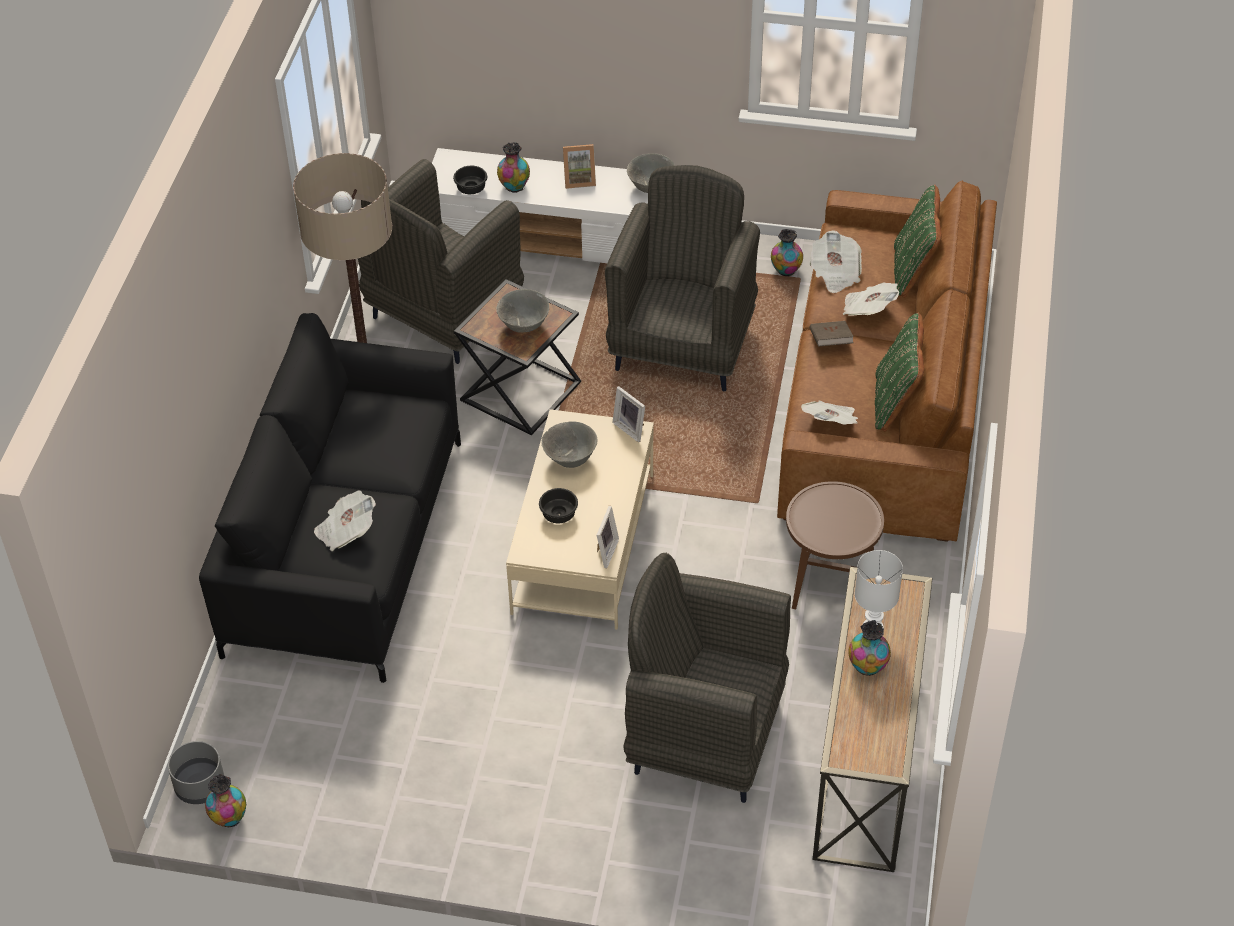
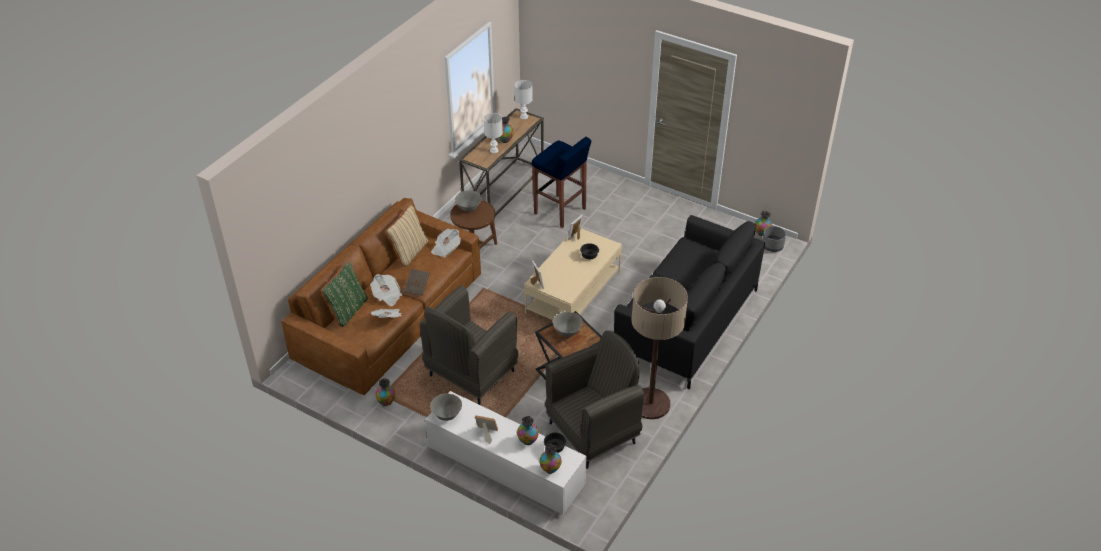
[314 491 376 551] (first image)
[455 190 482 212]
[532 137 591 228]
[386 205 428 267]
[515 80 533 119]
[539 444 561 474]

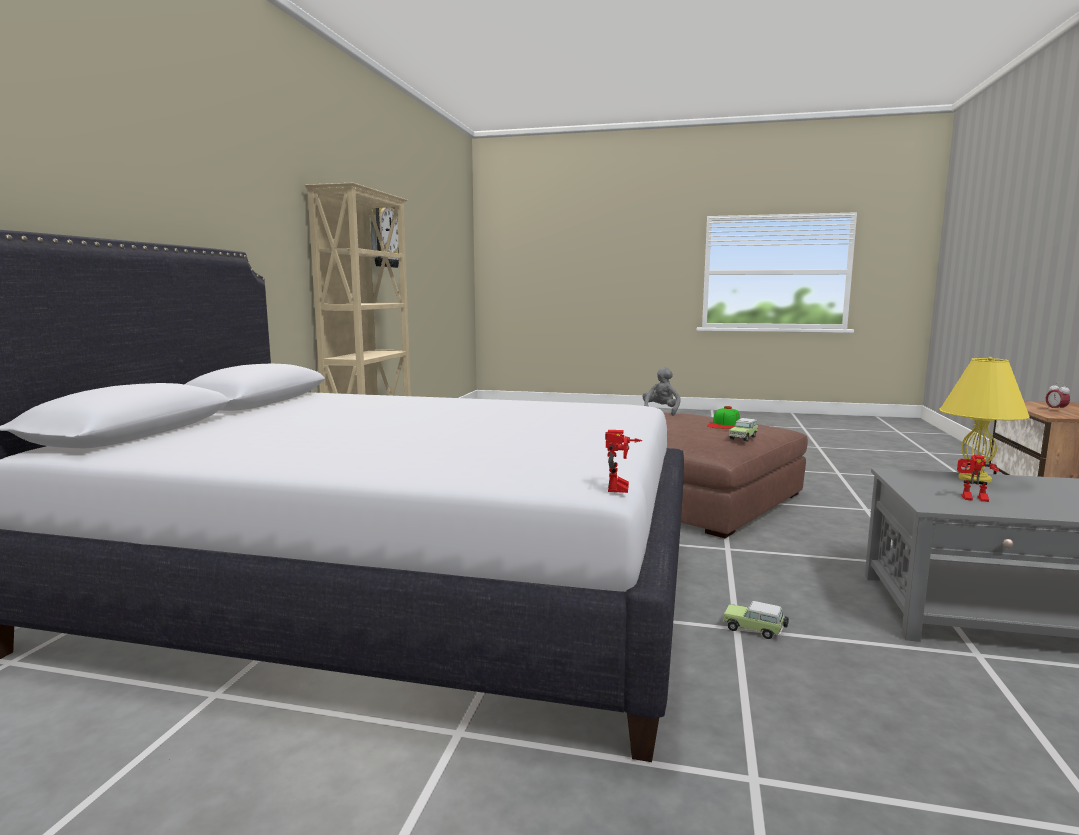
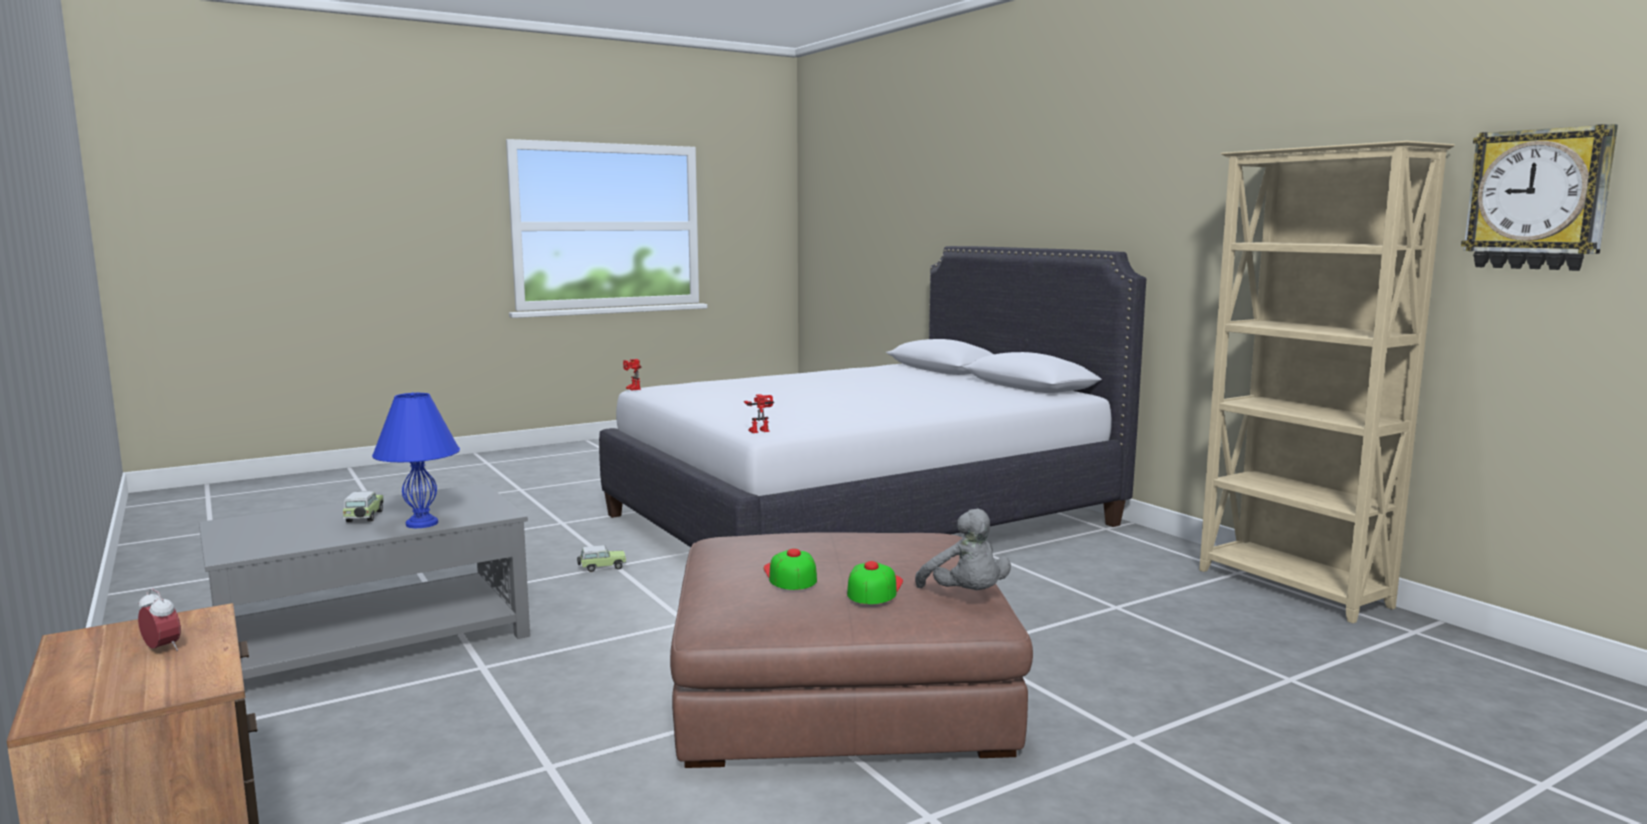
[343 491 384 522]
[372 392 460 528]
[744 394 774 433]
[847 561 903 604]

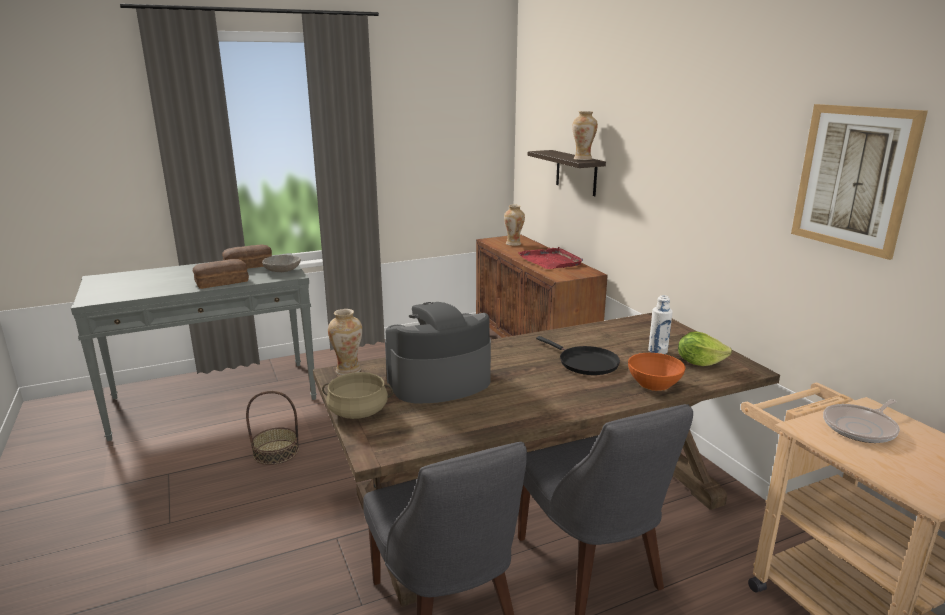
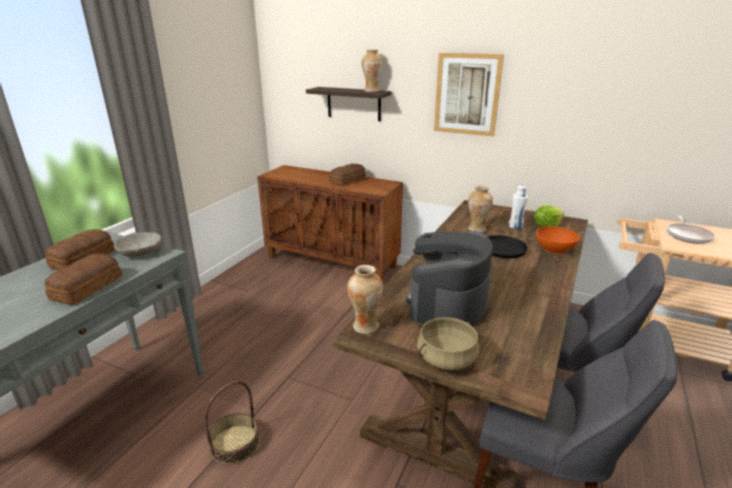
[468 185 493 232]
[329 164 366 186]
[434 53 504 137]

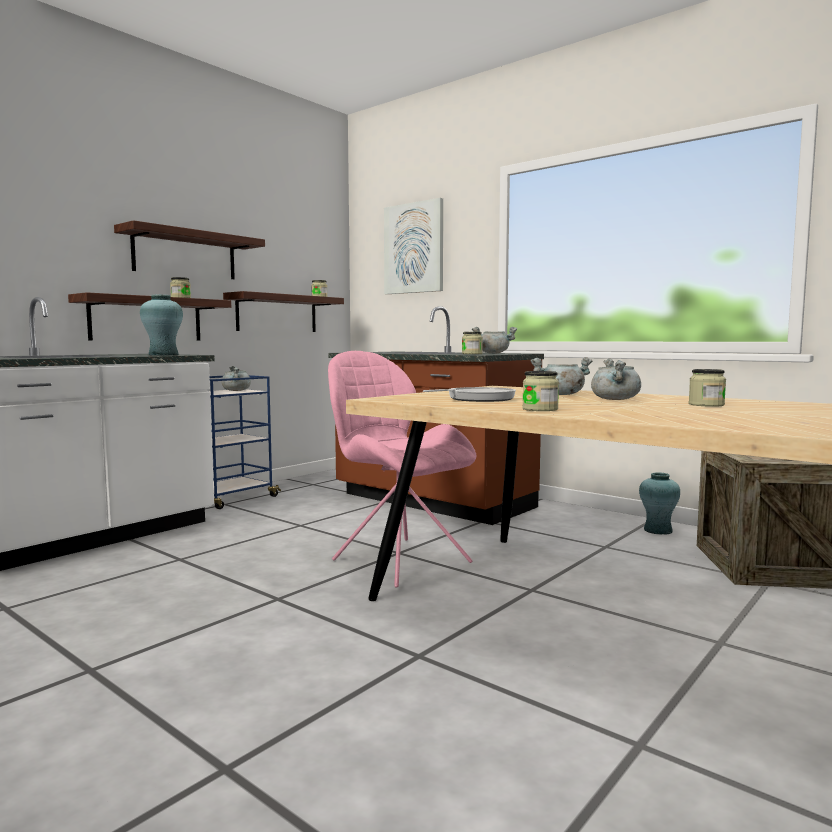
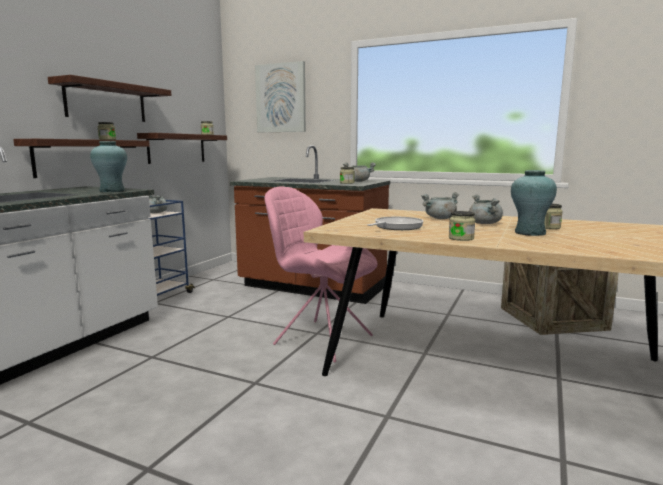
[511 170 557 236]

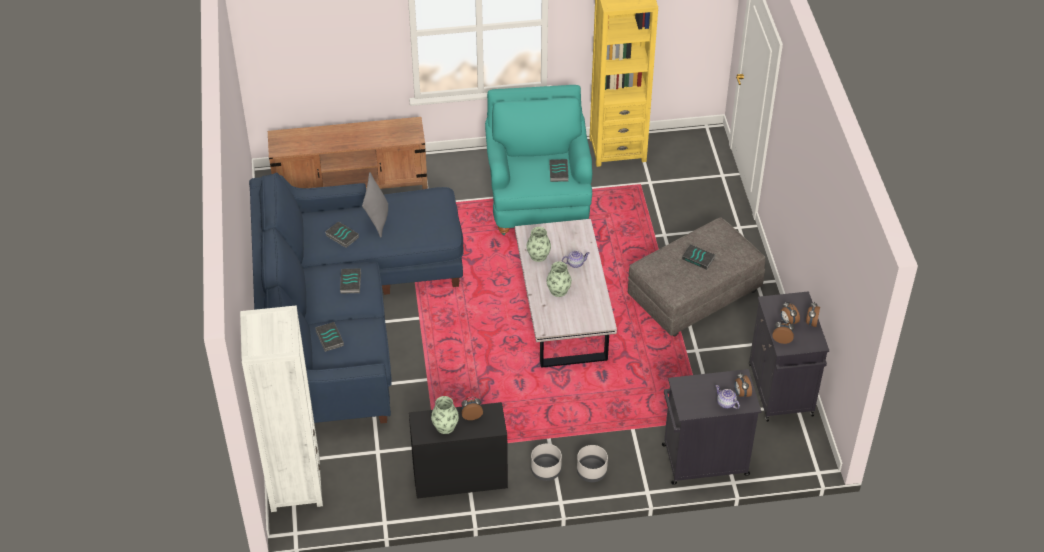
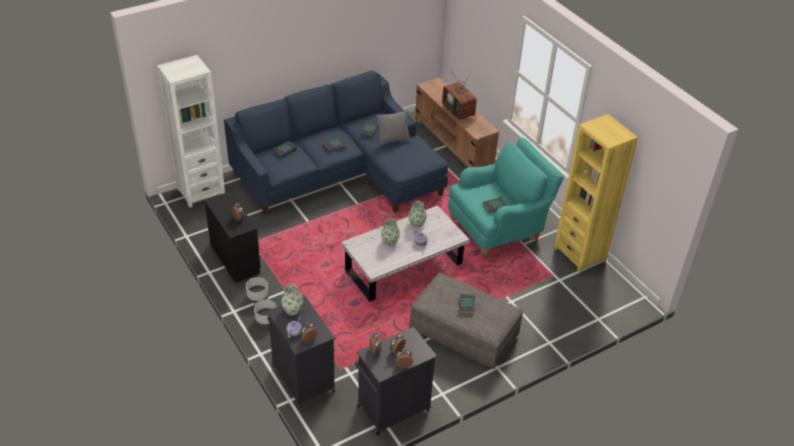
[281 285 303 315]
[442 71 477 123]

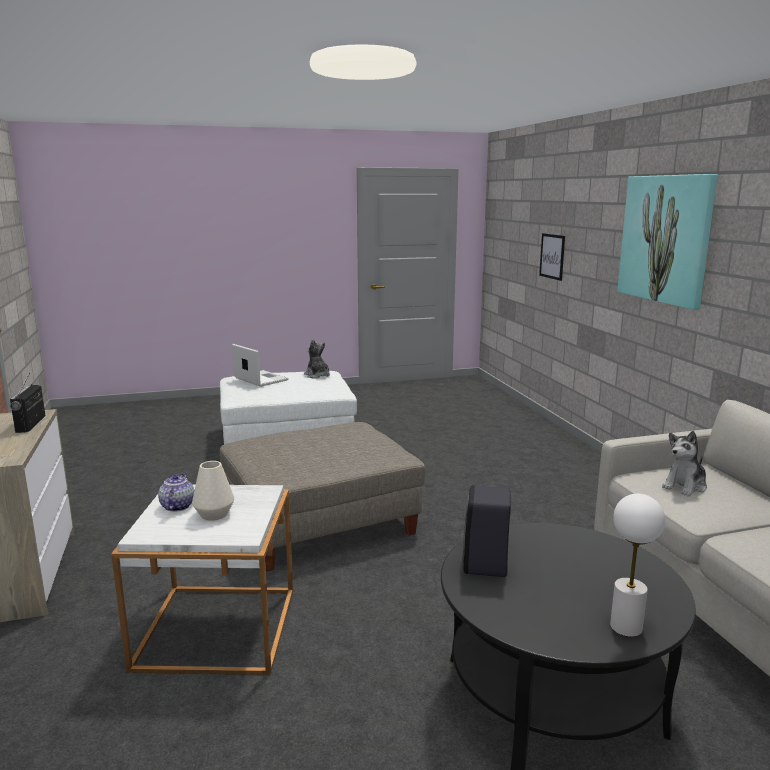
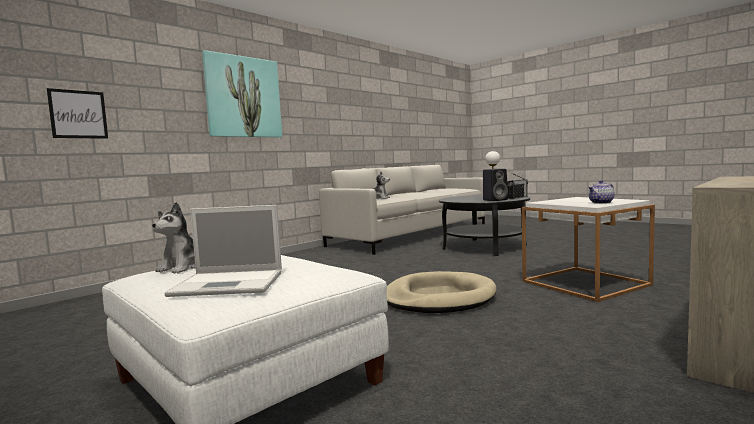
[508 173 528 199]
[192 461 234 521] (first image)
[387 271 497 313]
[164 205 282 297]

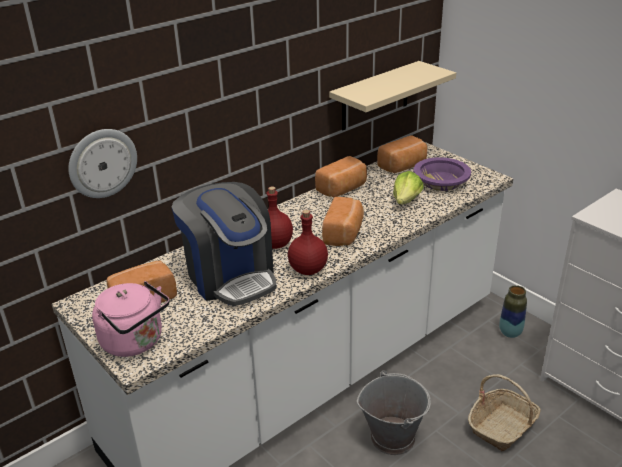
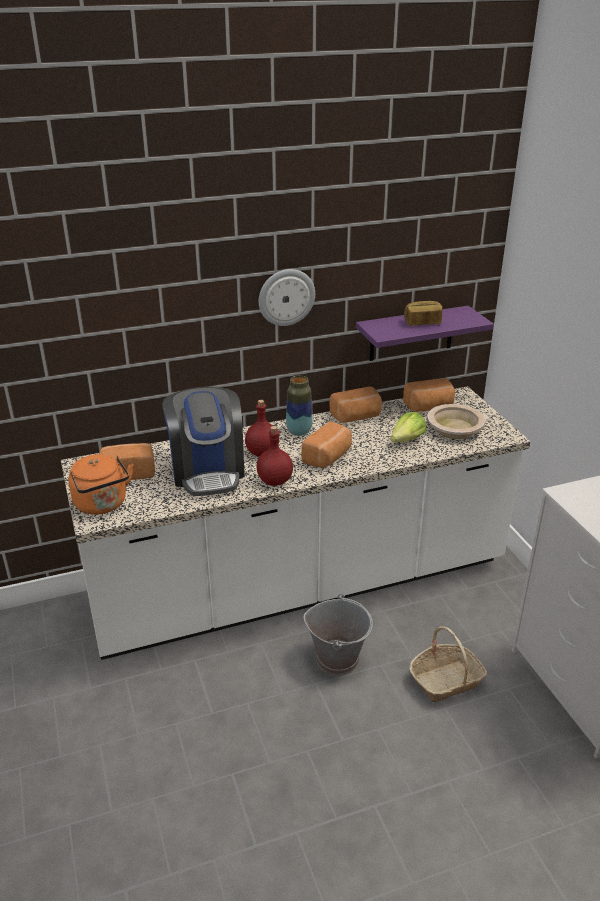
[259 269 315 326]
[68 454 133 515]
[356 306 494 361]
[427 404 485 439]
[286 375 312 436]
[404 301 442 326]

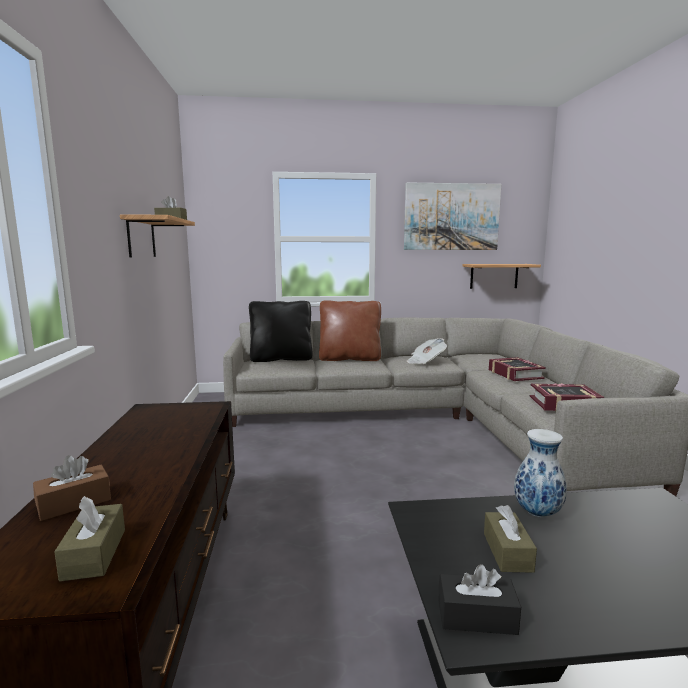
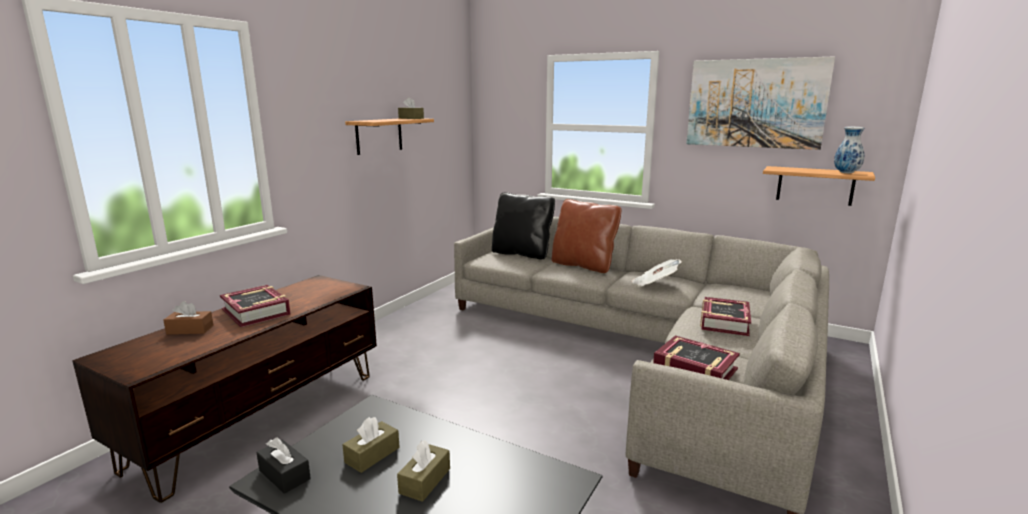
[397 440 450 502]
[834 127 864 173]
[220 285 291 327]

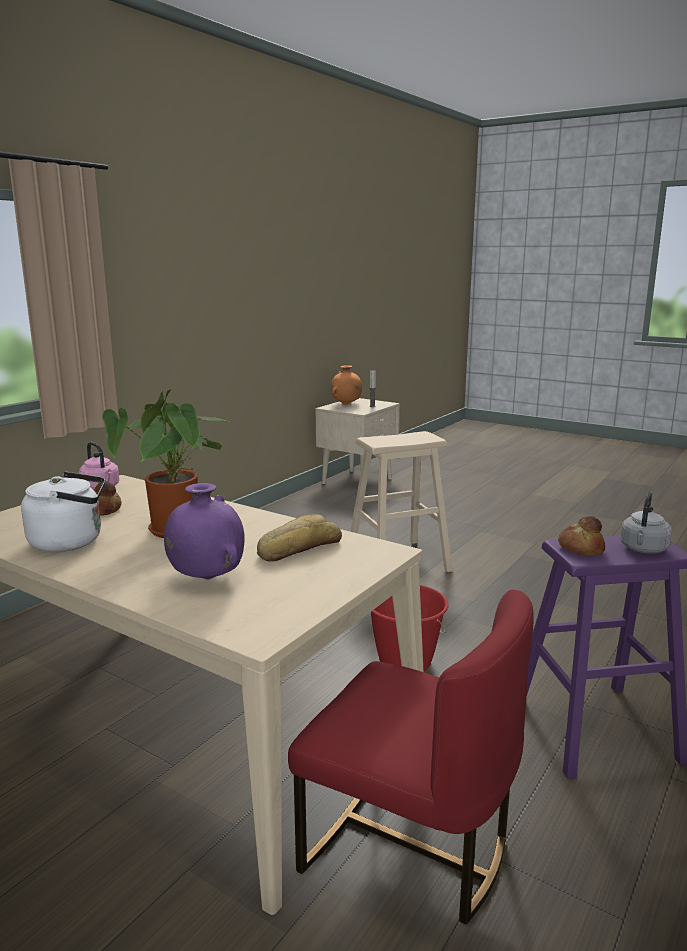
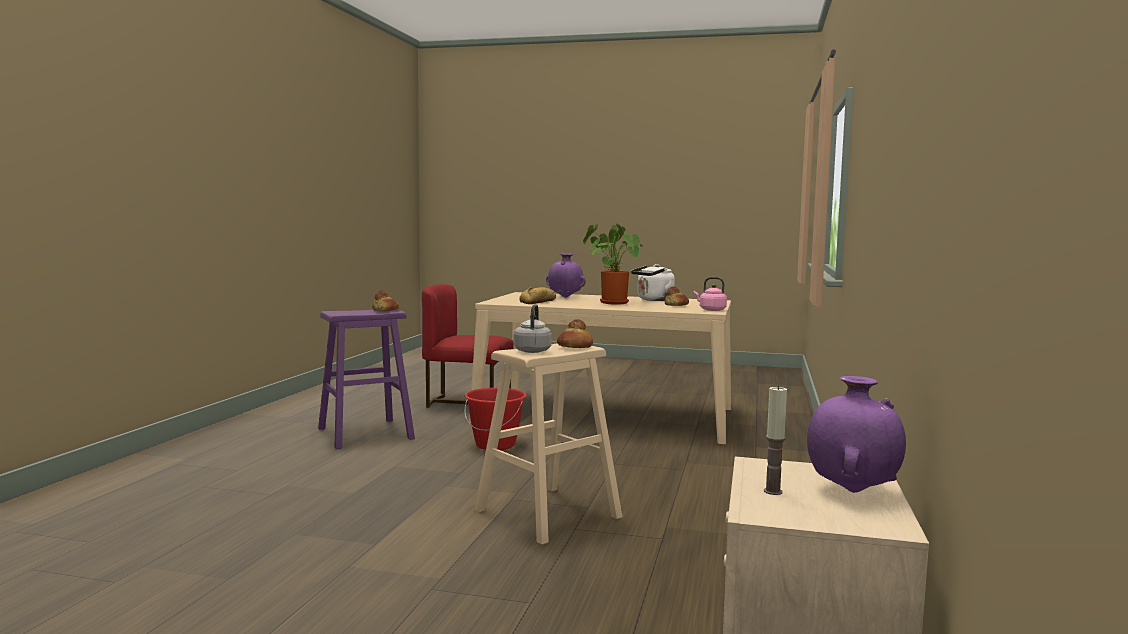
[807 376 906 493]
[514 304 552 353]
[557 319 593 348]

